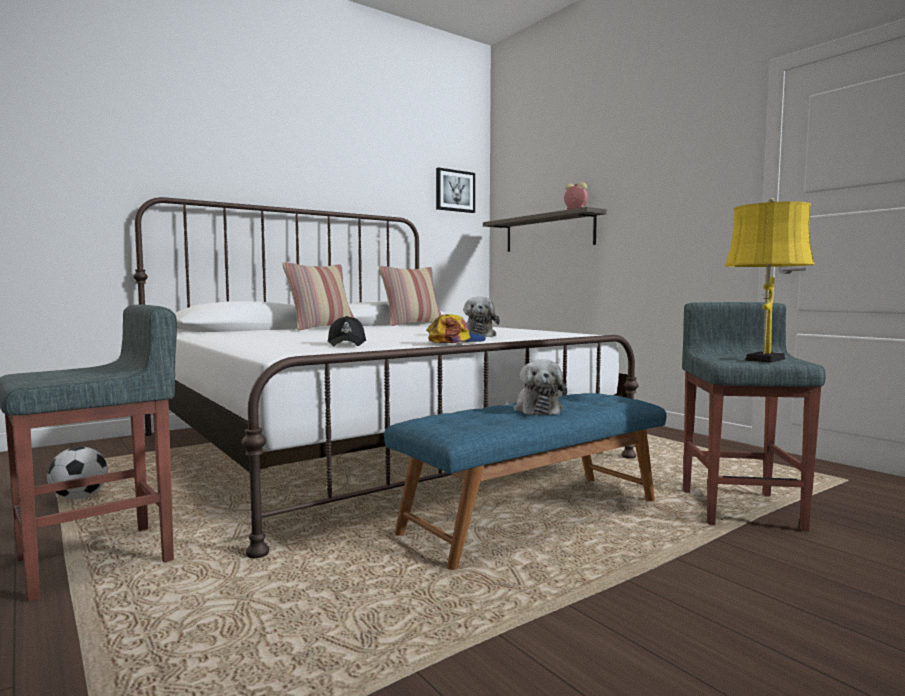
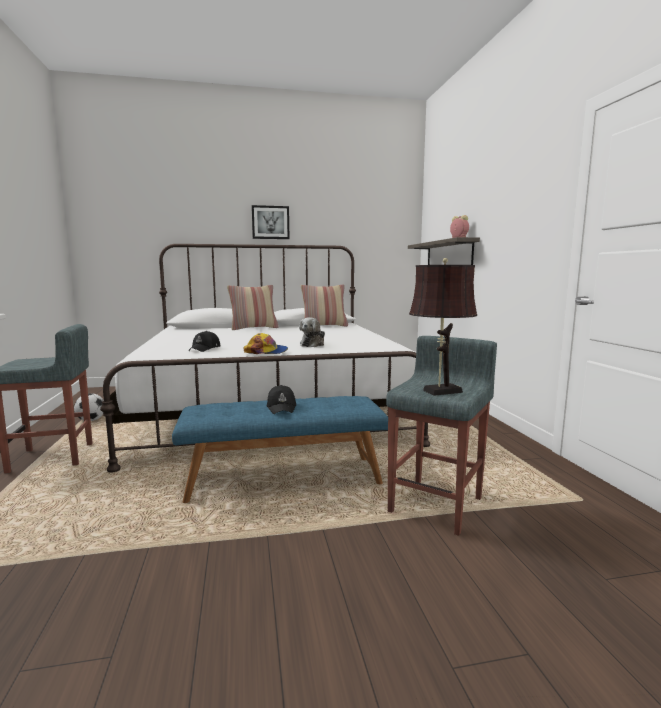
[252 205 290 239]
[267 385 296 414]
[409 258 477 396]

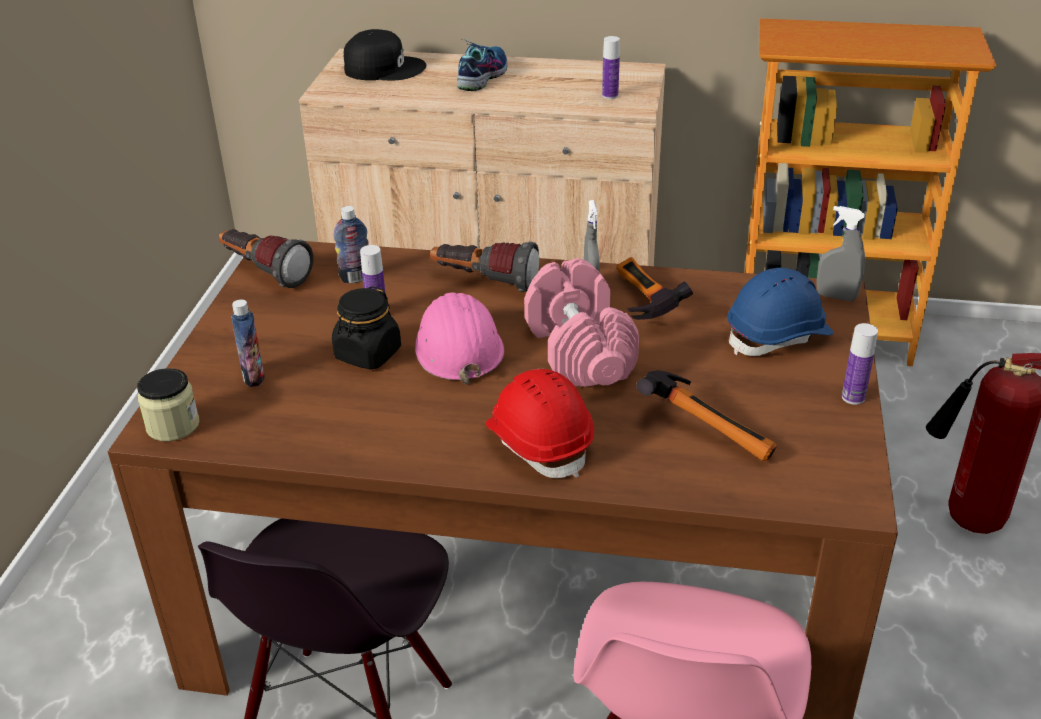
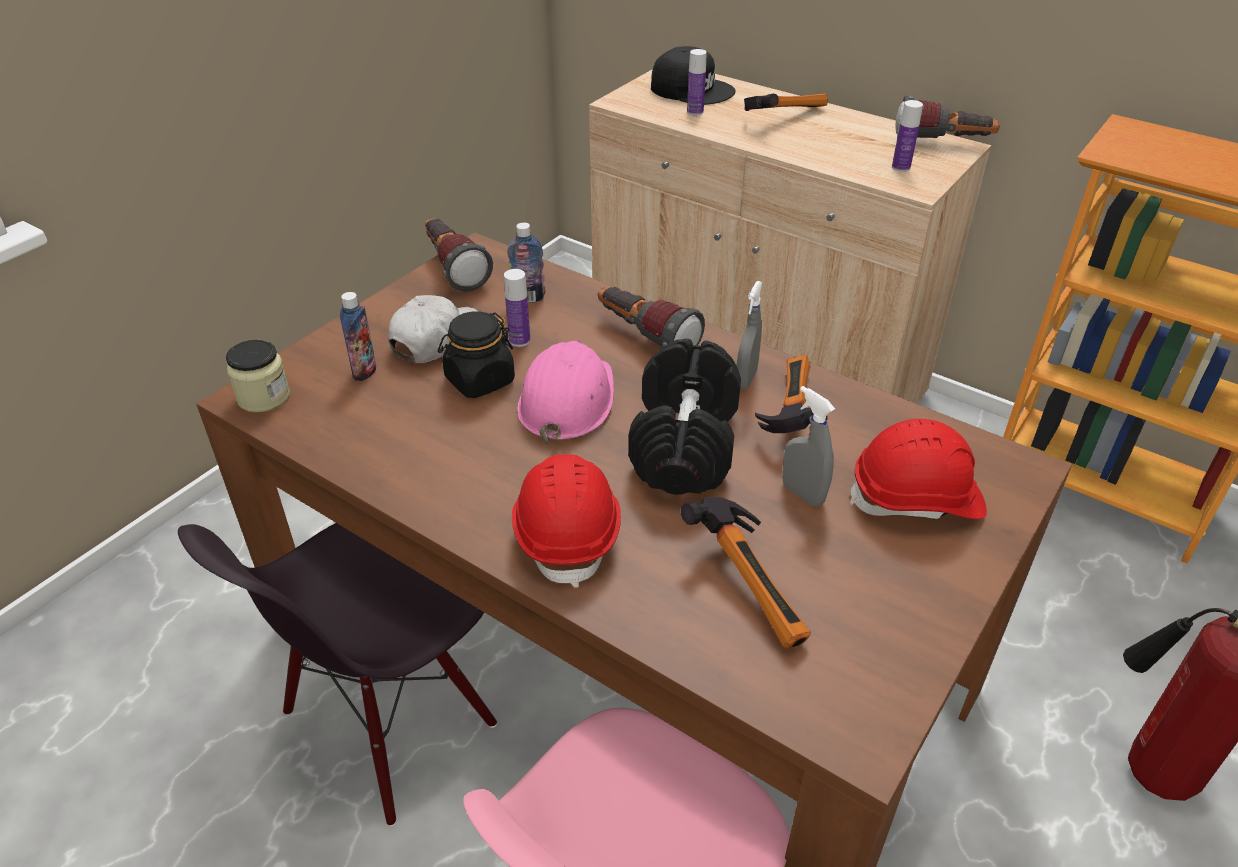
[744 93 828 111]
[628 339 741 495]
[850 419 987 520]
[782 386 835 507]
[687 49 707 116]
[388 295 477 363]
[896 96 1000 138]

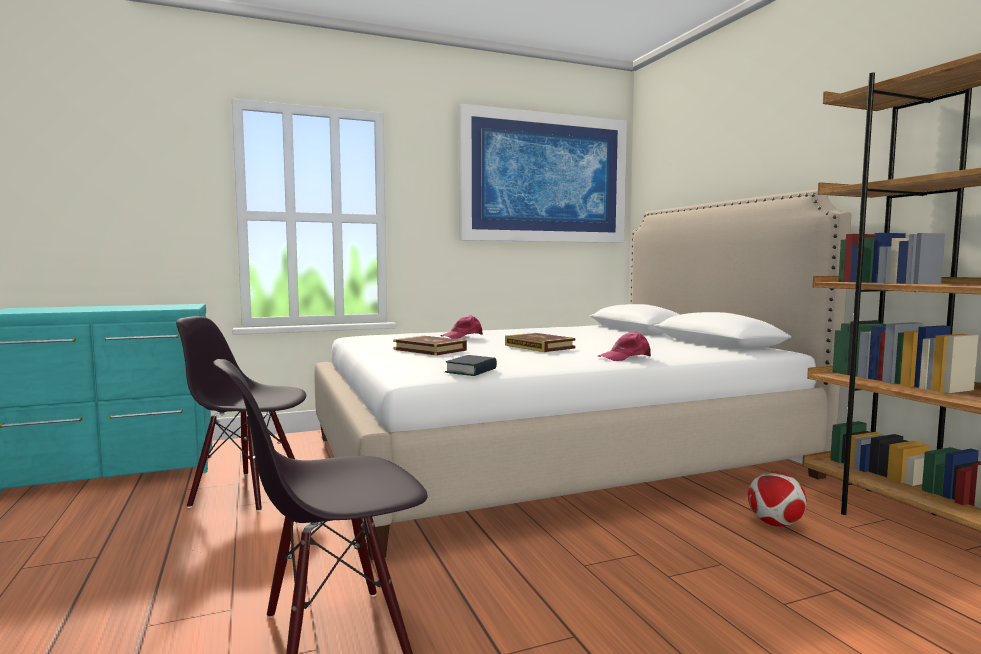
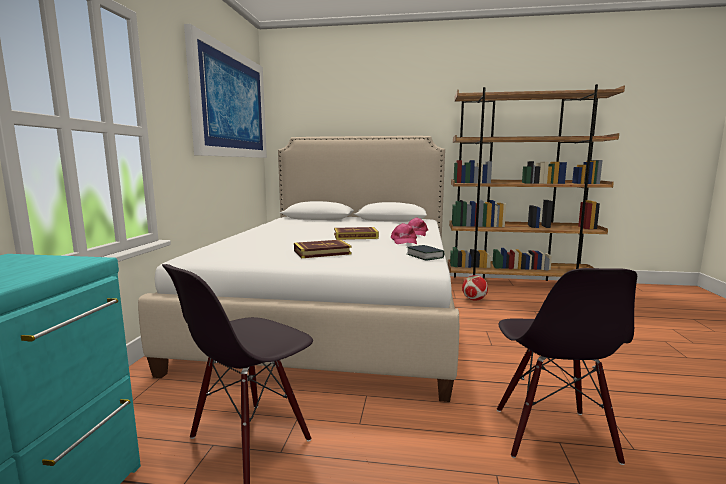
[390 223 417 244]

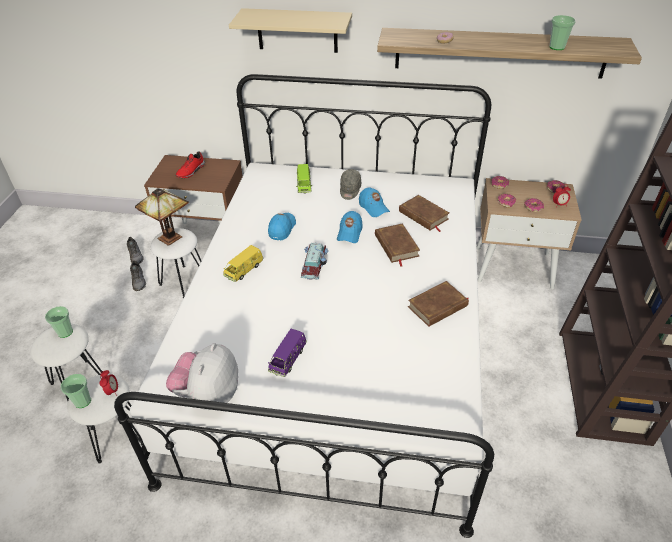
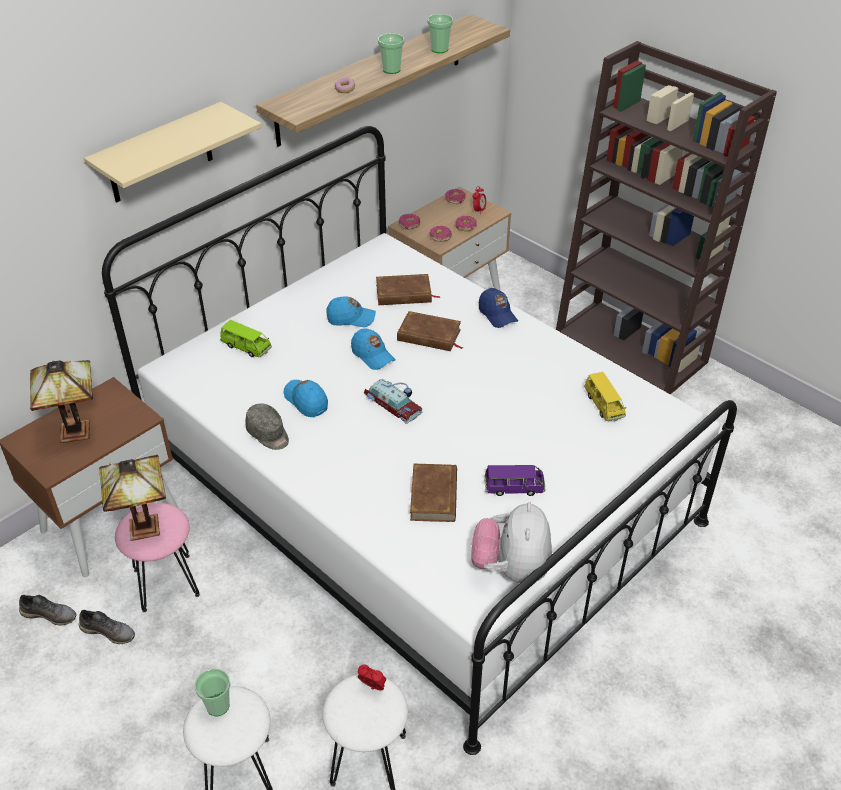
[378 33 404 74]
[115 503 200 612]
[471 502 552 583]
[30 360 93 443]
[584 372 626 421]
[485 465 545 496]
[245 403 289 450]
[410 464 457 522]
[479 288 518 328]

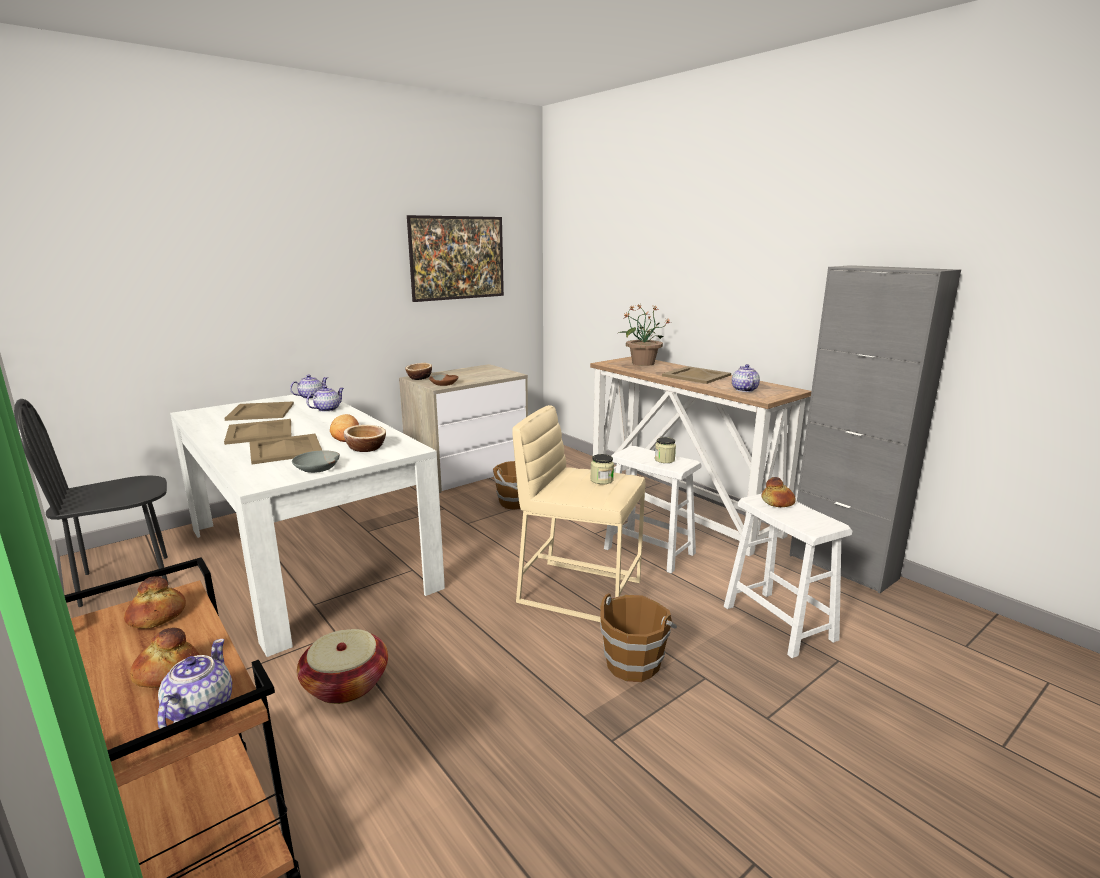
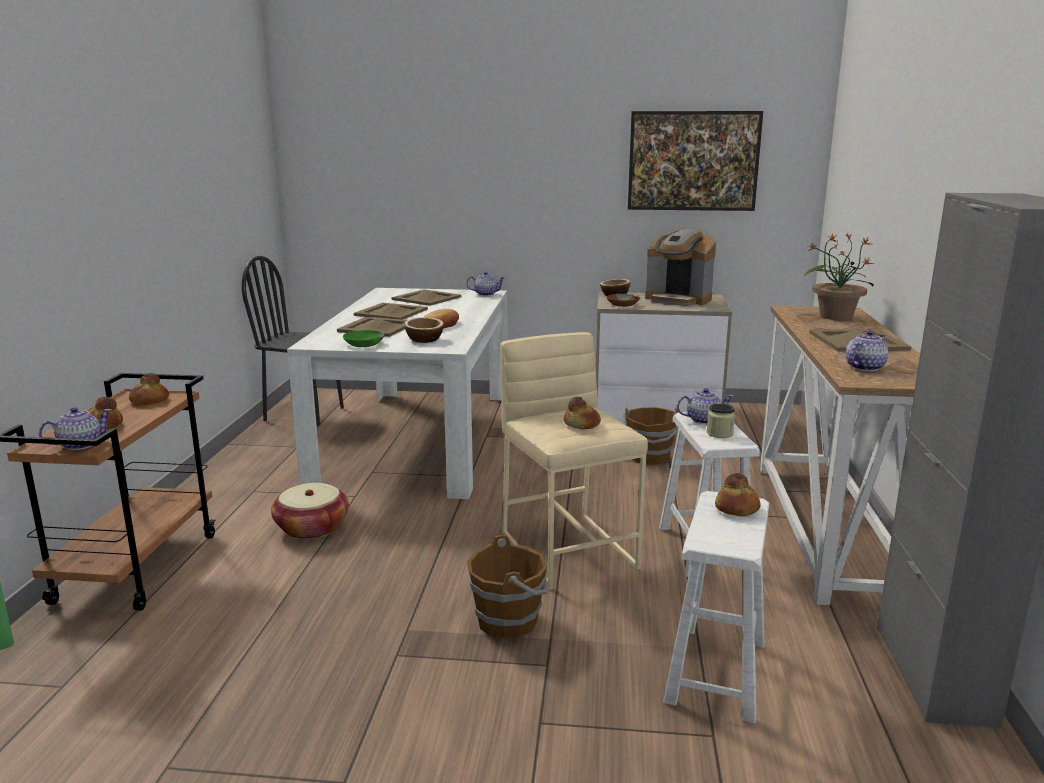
[343 330 385 347]
[677 388 733 424]
[564 397 601 429]
[645 229 716 306]

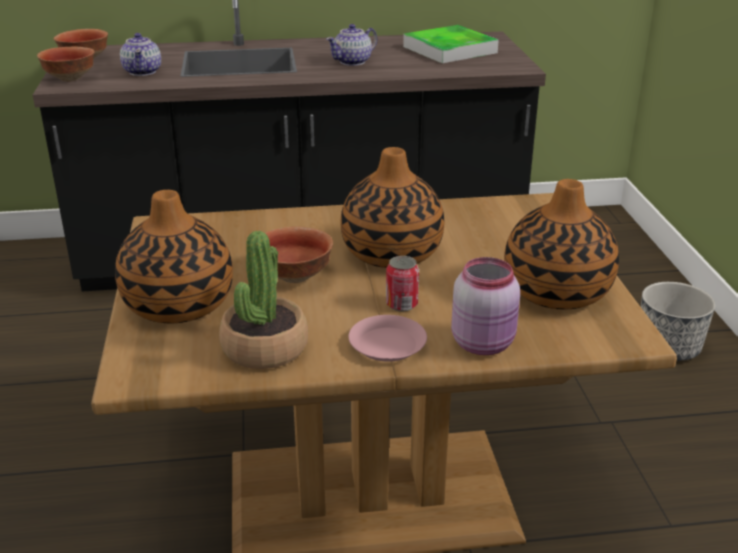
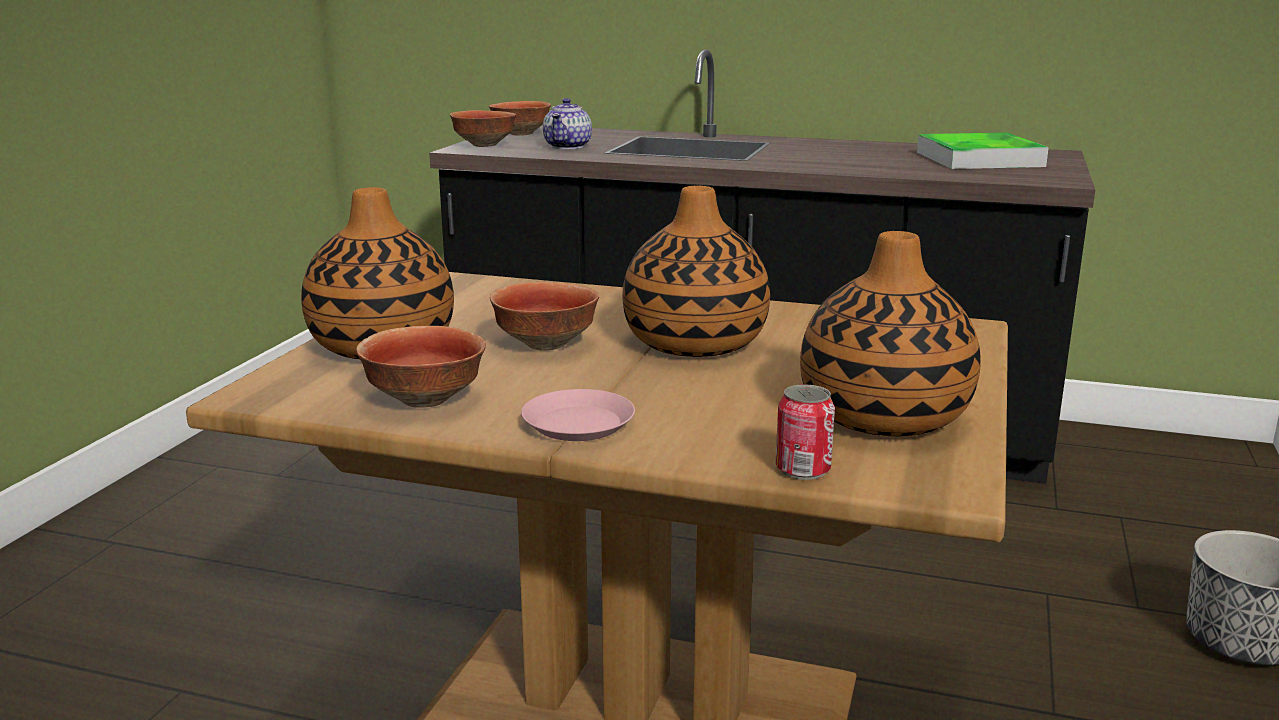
[356 326 486 408]
[326 24 377 66] (first image)
[776 384 835 480]
[451 257 520 355] (first image)

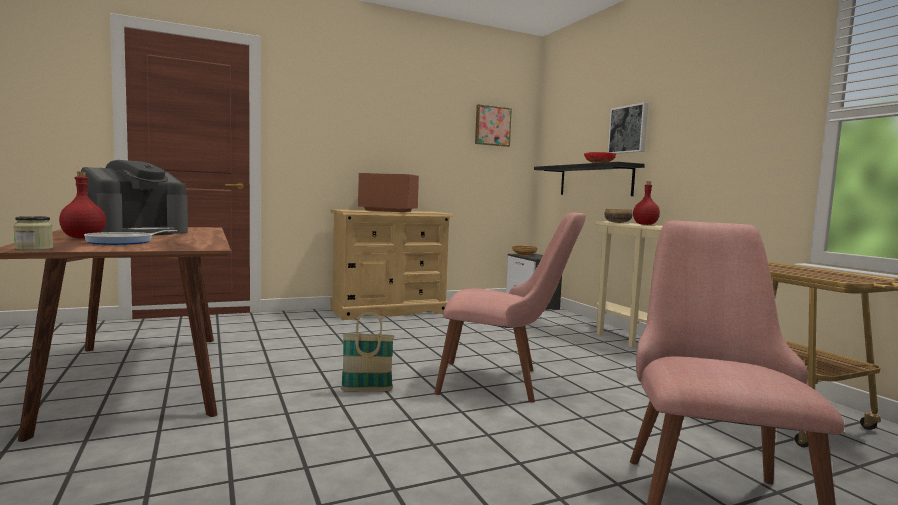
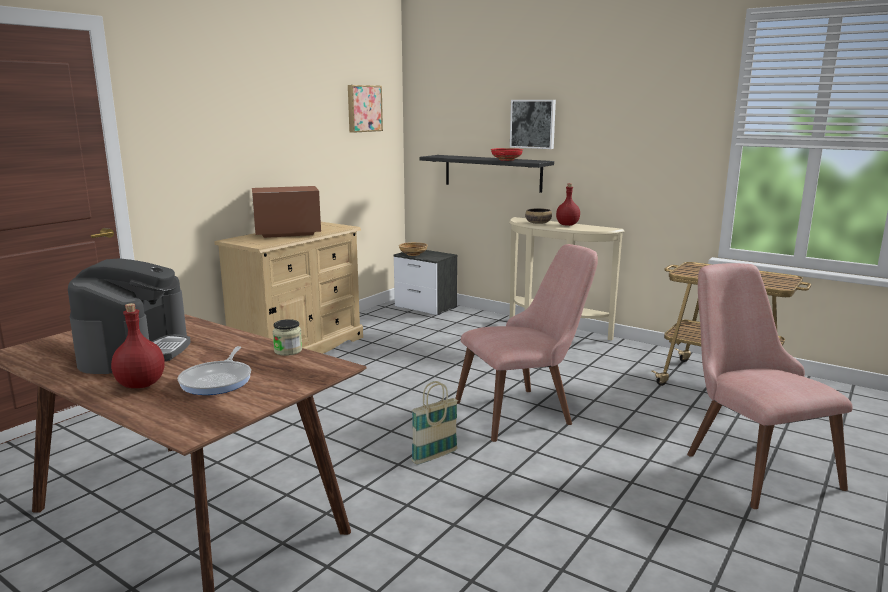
[272 319 302 356]

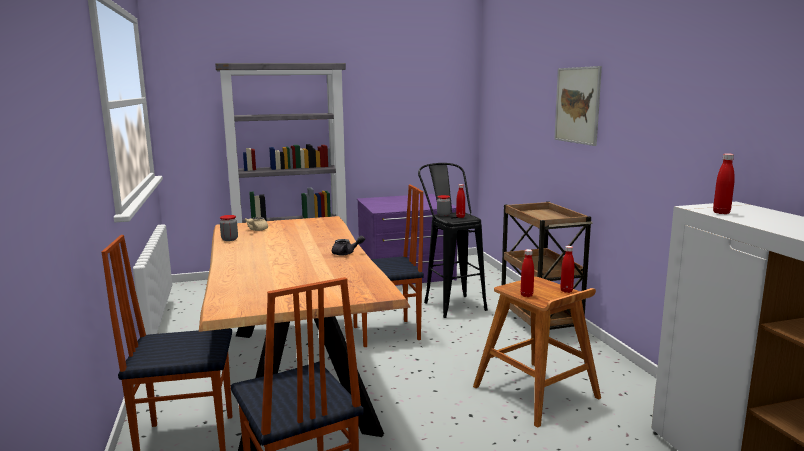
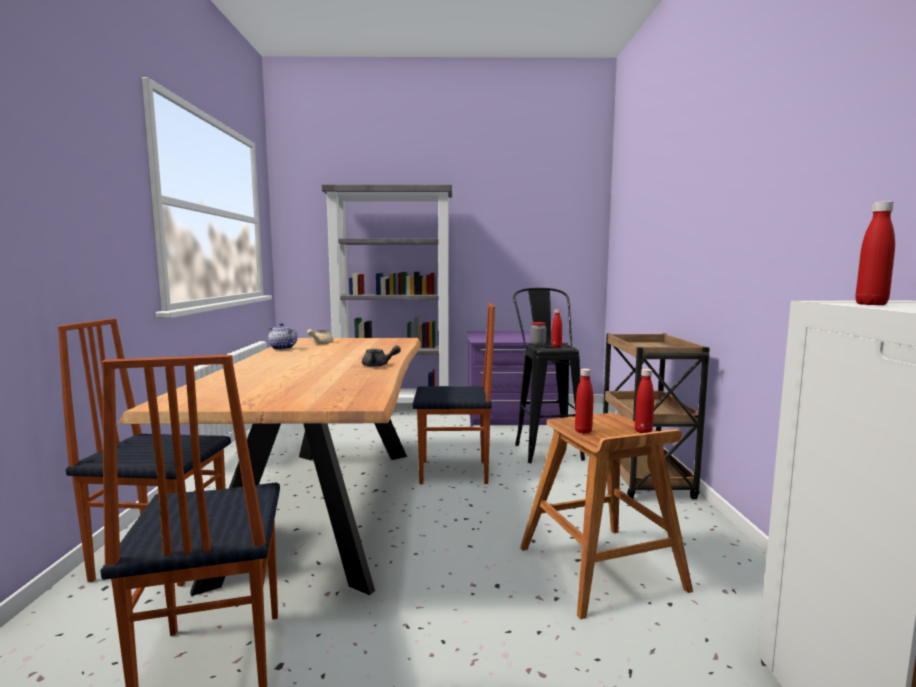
[267 323 298 350]
[554 66 602 146] (first image)

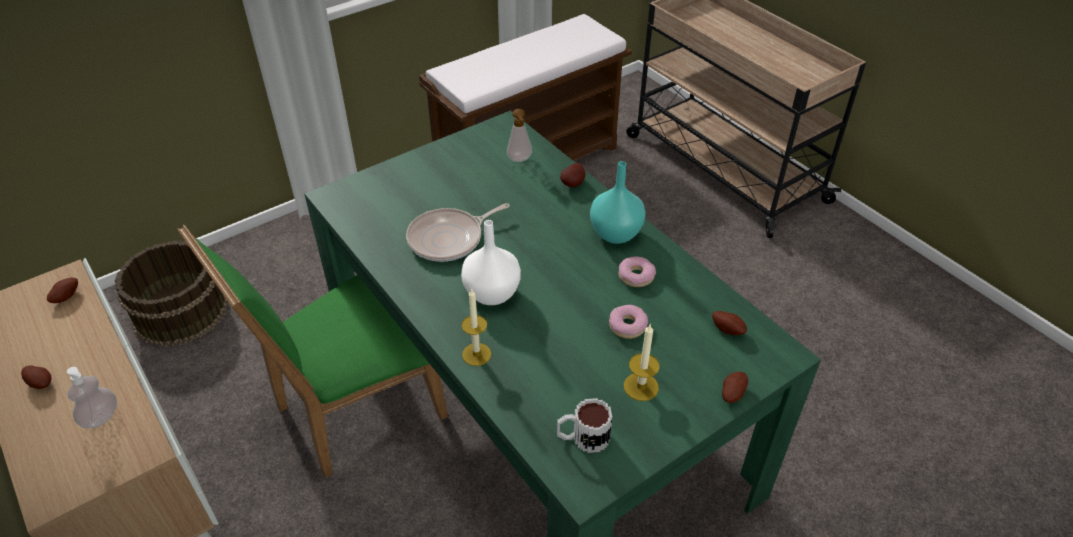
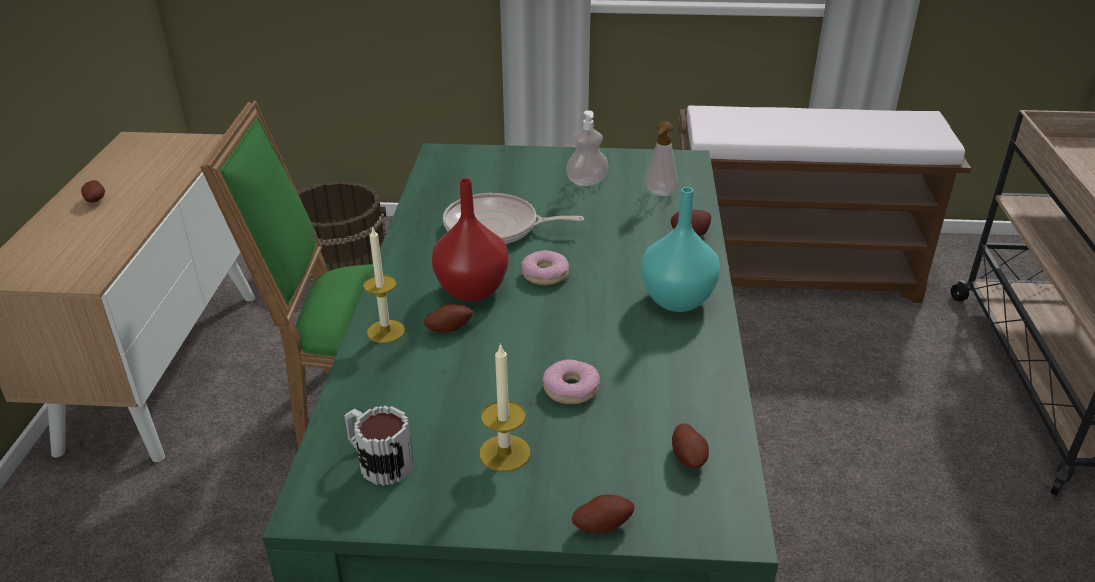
[424 304 473 333]
[566 110 608 186]
[432 178 509 302]
[521 250 569 285]

